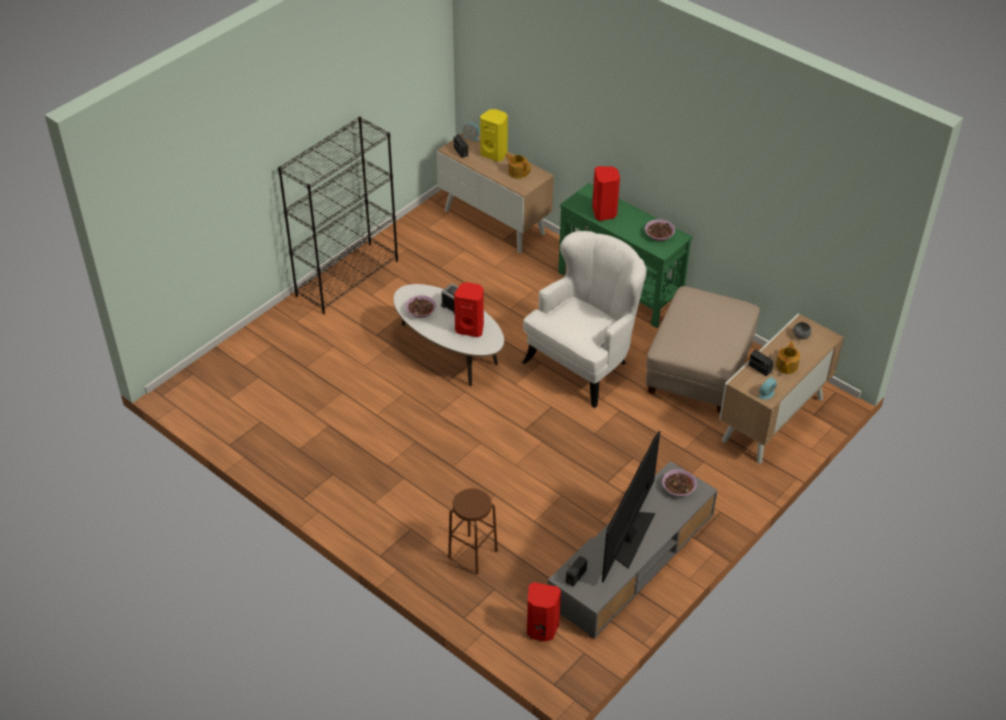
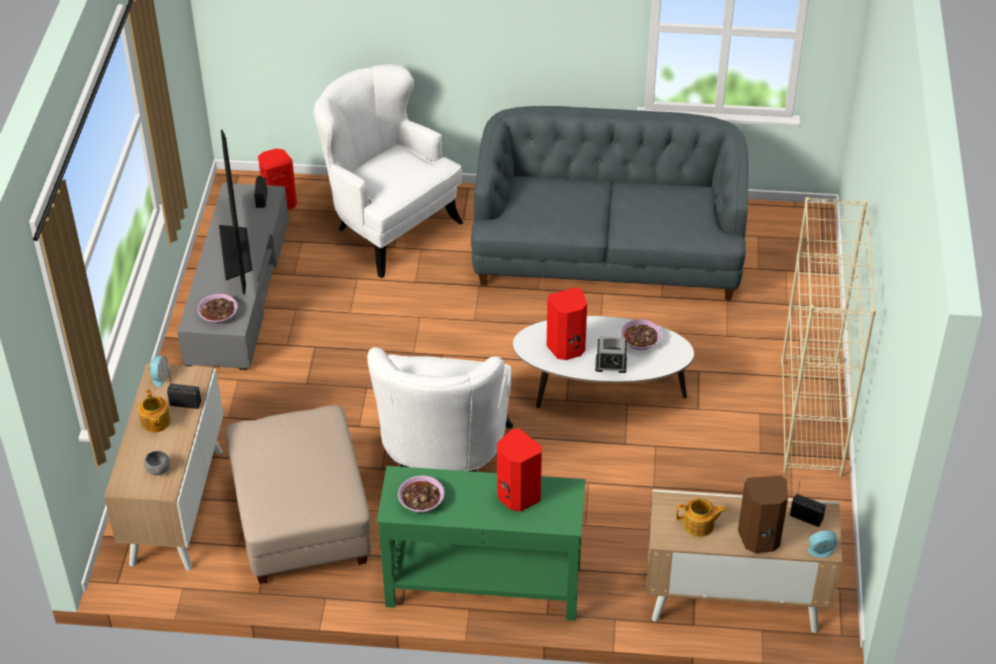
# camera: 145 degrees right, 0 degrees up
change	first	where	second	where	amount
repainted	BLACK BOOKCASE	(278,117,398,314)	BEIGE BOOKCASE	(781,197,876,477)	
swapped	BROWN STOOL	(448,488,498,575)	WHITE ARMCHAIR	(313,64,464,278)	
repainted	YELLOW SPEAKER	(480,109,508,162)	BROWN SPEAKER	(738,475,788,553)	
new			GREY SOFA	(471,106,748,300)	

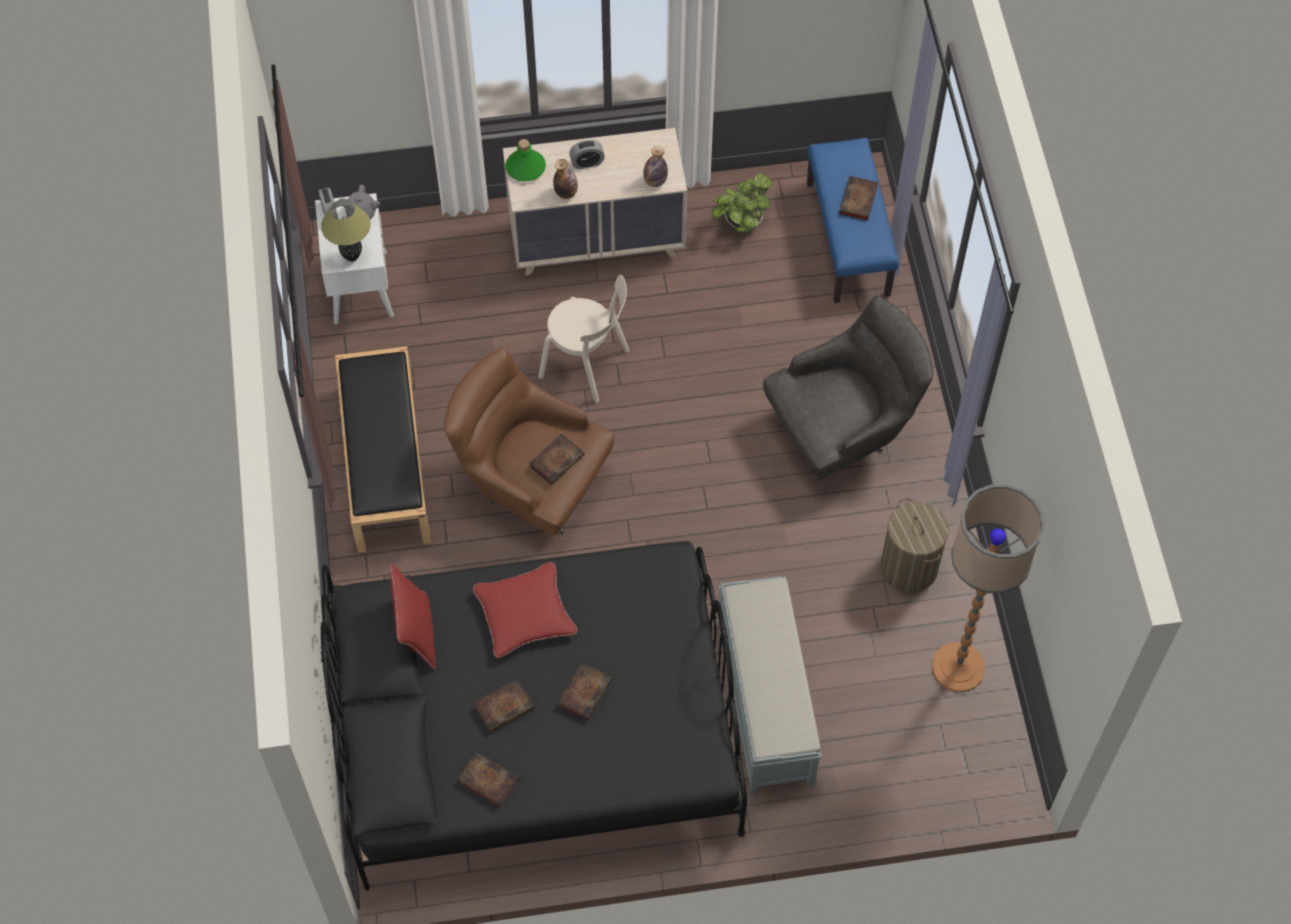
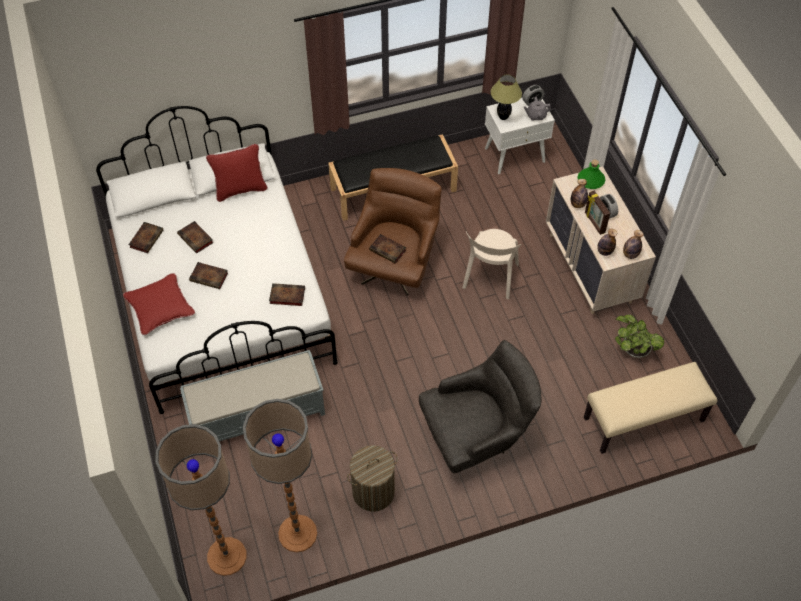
# camera: 80 degrees right, 5 degrees down
change	first	where	second	where	amount
repainted	BLACK BED	(321,541,747,891)	WHITE BED	(96,106,338,414)	
shifted	RED PILLOW	(473,562,578,658)		(123,273,195,335)	
rotated	GREY ARMCHAIR	(763,295,933,481)		(419,340,541,473)	75 degrees counterclockwise
repainted	BLUE BENCH	(807,138,899,303)	BEIGE BENCH	(584,362,717,454)	
shifted	BOOK	(839,176,878,221)		(269,283,305,306)	
new			FLOOR LAMP	(155,424,247,576)	
new			PICTURE FRAME	(585,190,610,235)	
new			BOTTLE	(623,230,644,259)	

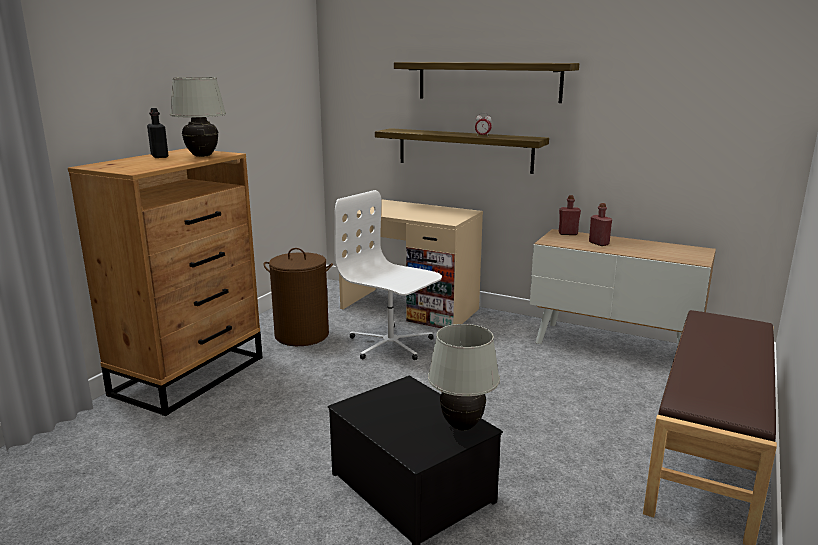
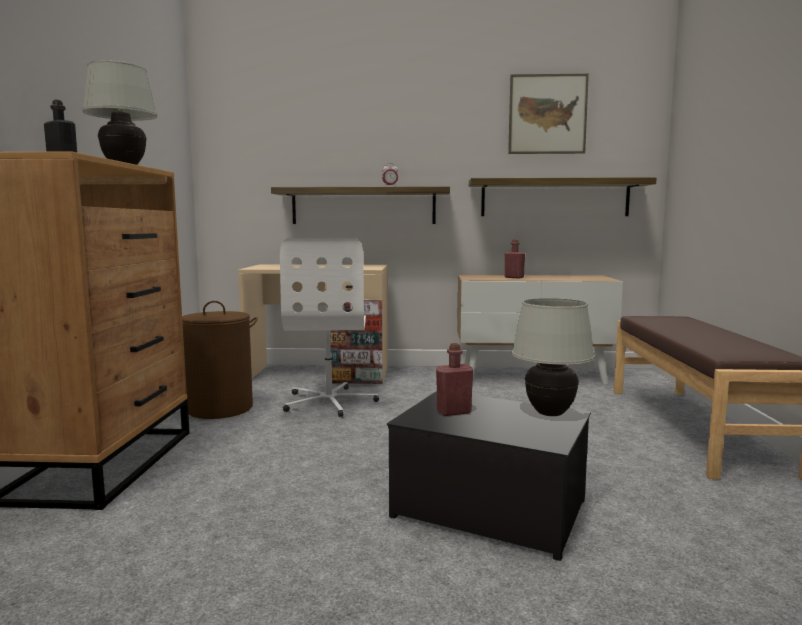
# camera: 25 degrees left, 10 degrees down
change	first	where	second	where	amount
rotated	WHITE OFFICE CHAIR	(334,190,442,360)		(280,238,379,417)	105 degrees counterclockwise
shifted	SHELF	(394,62,579,103)		(469,177,656,216)	
shifted	RED BOTTLE	(559,195,581,235)		(436,343,473,416)	
new			PICTURE	(508,74,589,154)	

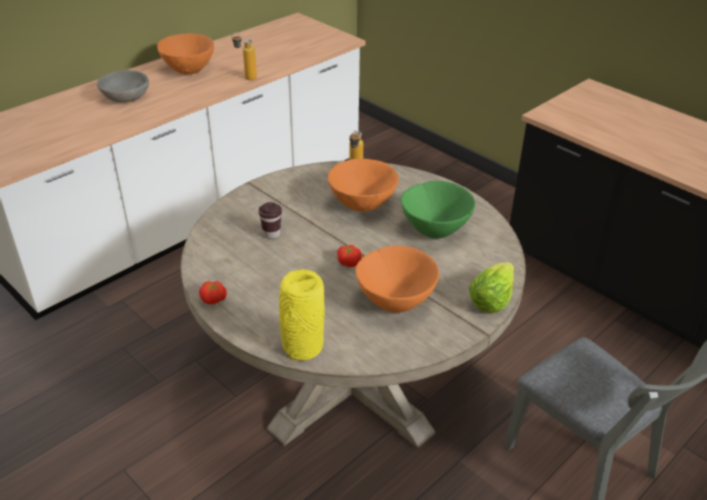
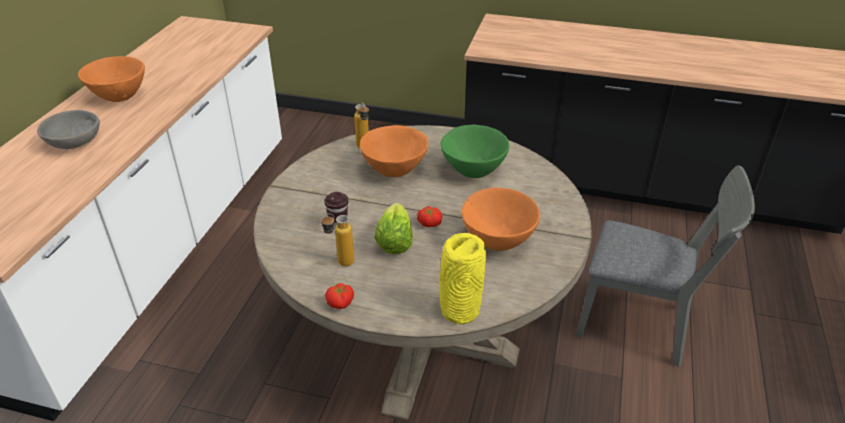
# camera: 30 degrees left, 0 degrees up
change	first	where	second	where	amount
shifted	BOTTLE	(231,33,257,80)		(321,214,354,266)	
shifted	LETTUCE	(469,262,514,313)		(374,203,413,254)	

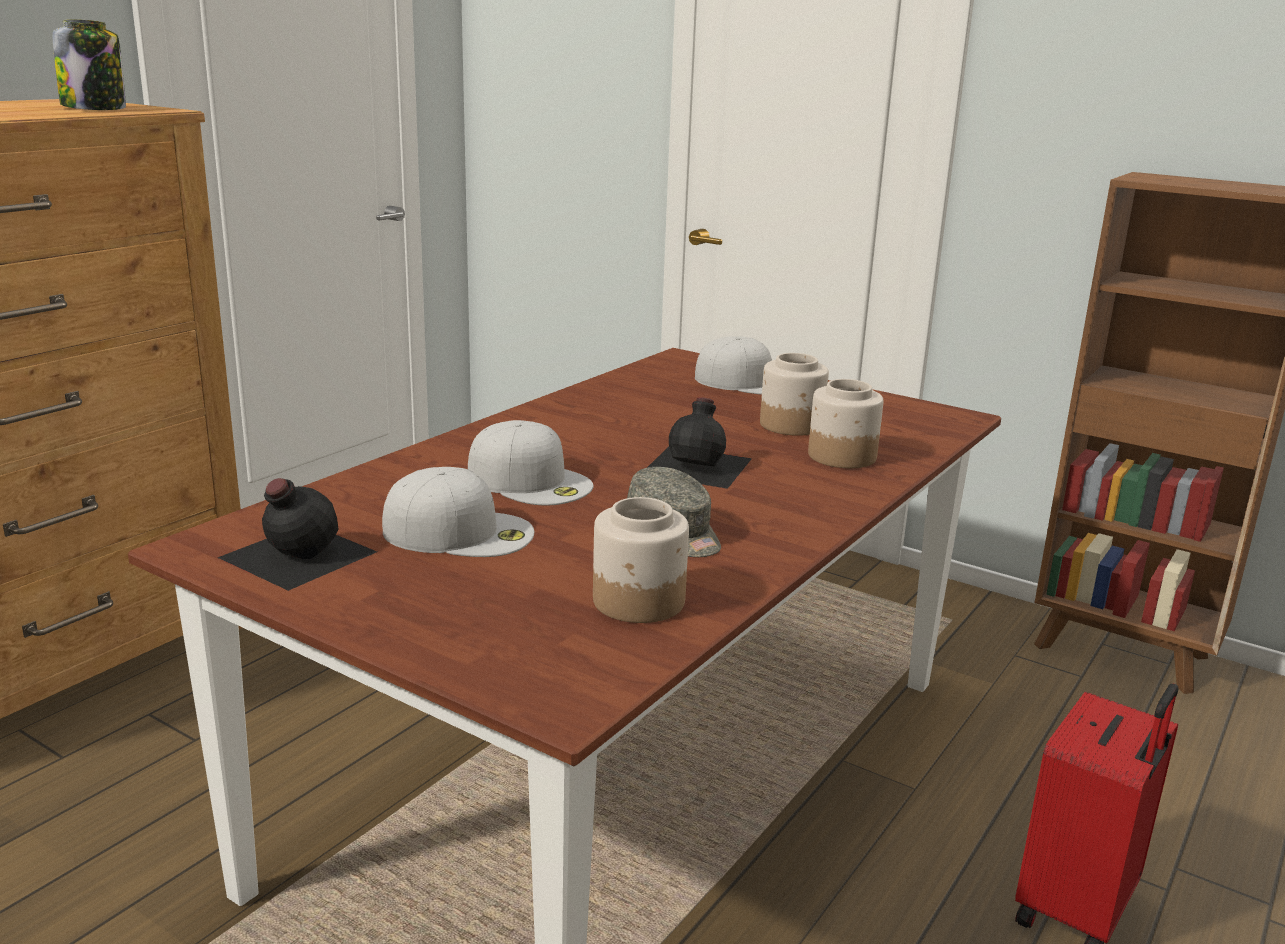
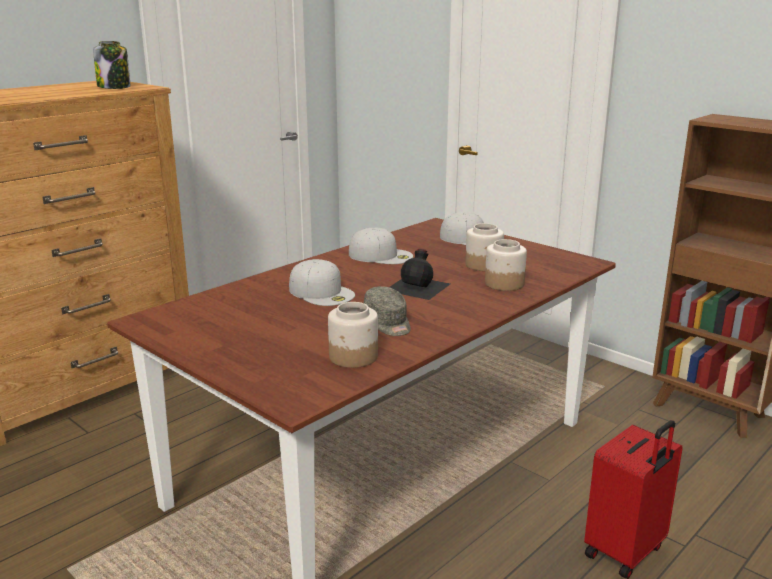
# camera: 10 degrees right, 0 degrees up
change	first	where	second	where	amount
gone	BLACK BOTTLE	(217,478,377,591)			
shifted	WHITE CAP	(382,467,534,557)		(349,228,413,264)	

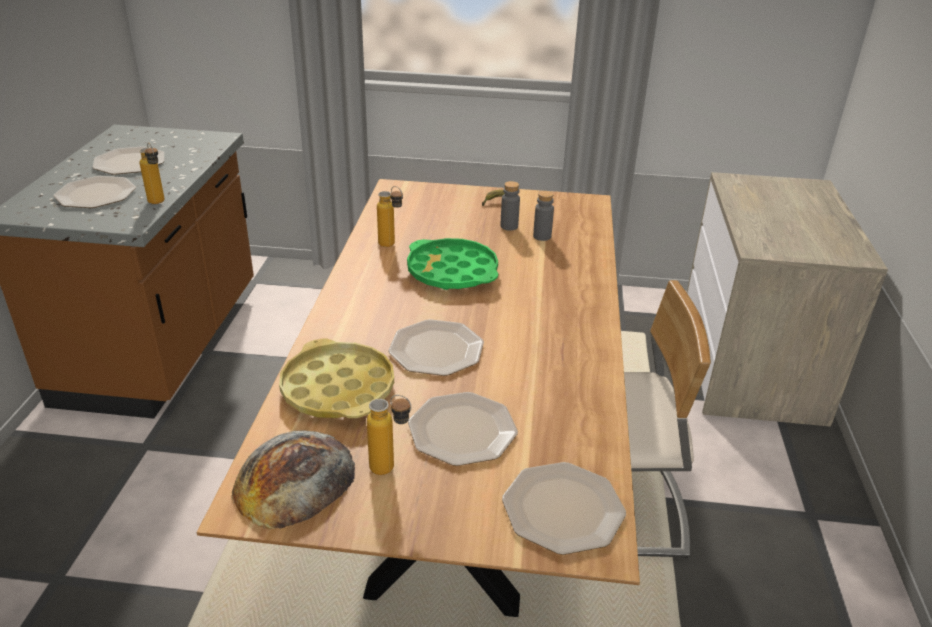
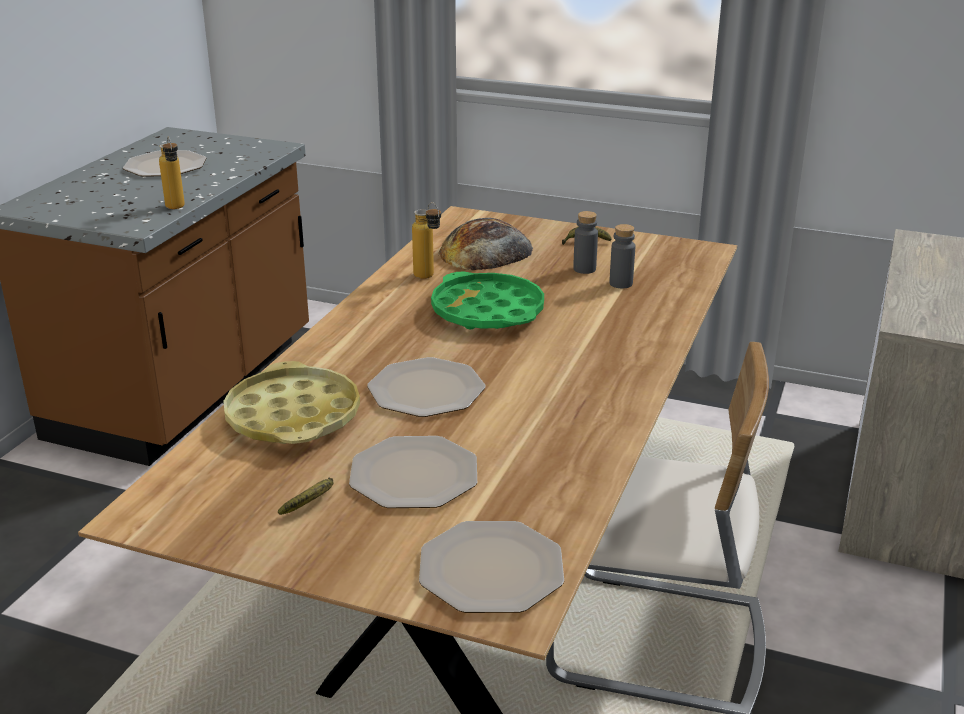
# camera: 15 degrees right, 5 degrees down
change	first	where	second	where	amount
gone	PLATE	(53,176,136,208)			
shifted	BREAD	(232,430,355,529)		(438,218,533,270)	
swapped	BOTTLE	(367,395,411,475)	BANANA	(278,478,334,515)	

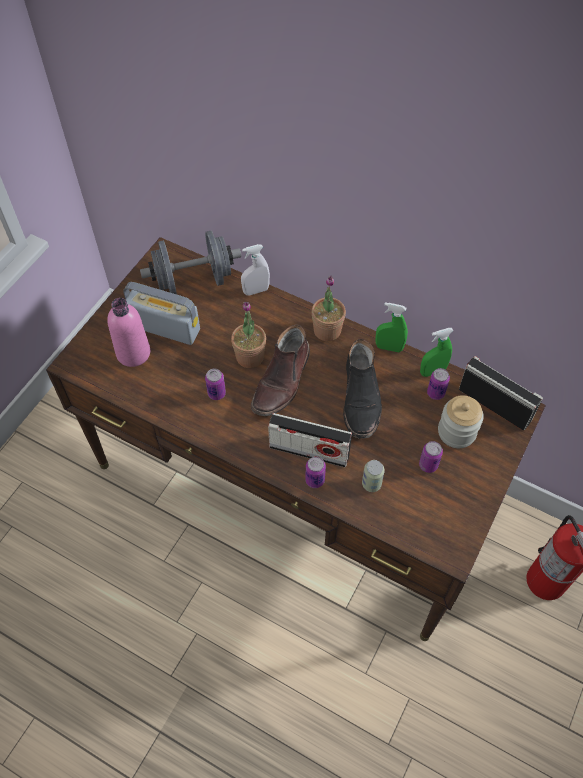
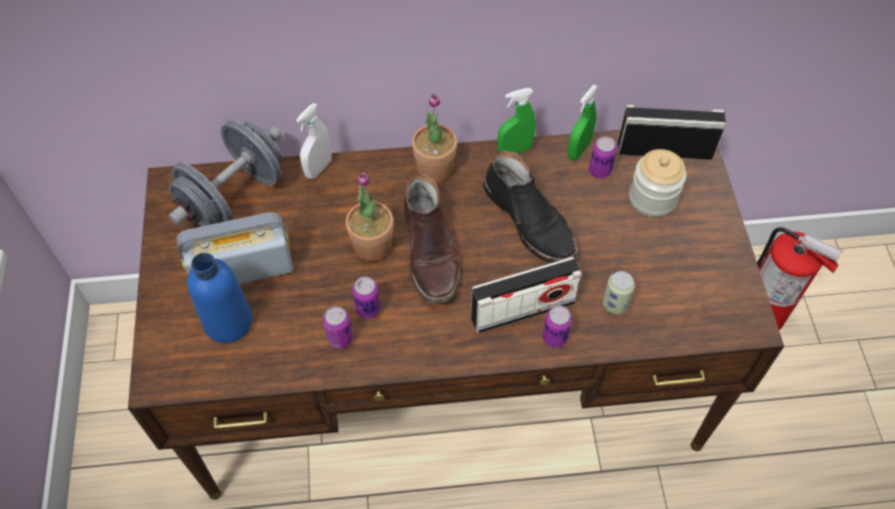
# camera: 35 degrees left, 0 degrees up
change	first	where	second	where	amount
repainted	PINK BOTTLE	(107,298,150,367)	BLUE BOTTLE	(187,253,252,343)	
shifted	CAN	(419,441,443,473)		(323,306,353,349)	

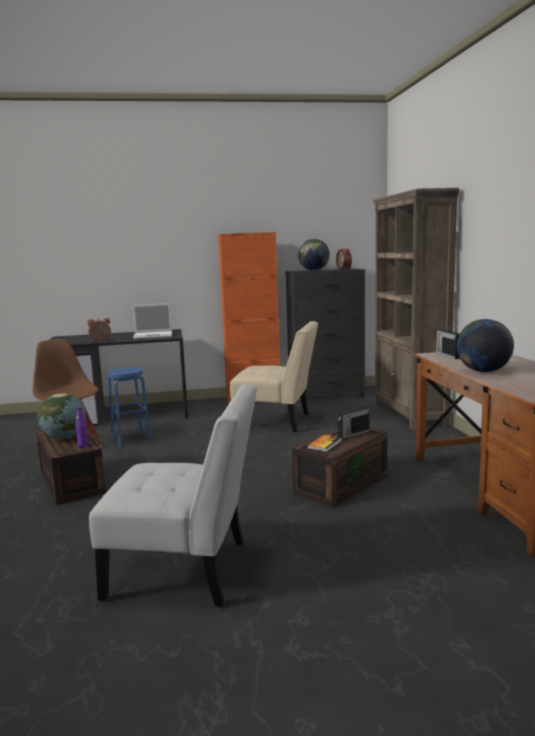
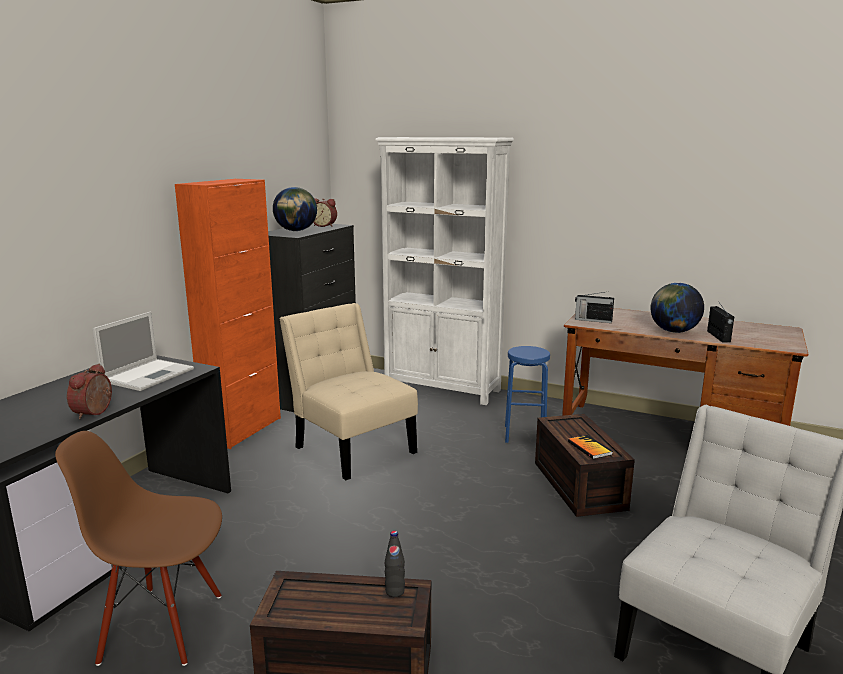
# camera: 55 degrees left, 5 degrees up
change	first	where	second	where	amount
gone	GLOBE	(37,393,86,440)			
repainted	PURPLE BOTTLE	(75,407,89,447)	BLACK BOTTLE	(385,531,405,597)	
shifted	BLUE STOOL	(108,367,151,447)		(505,346,550,443)	
rotated	BEIGE CHAIR	(230,321,318,432)		(280,303,418,480)	90 degrees counterclockwise
shifted	RADIO	(338,402,370,439)		(707,301,734,343)	
repainted	BROWN BOOKCASE	(373,188,459,430)	WHITE BOOKCASE	(375,137,514,405)	

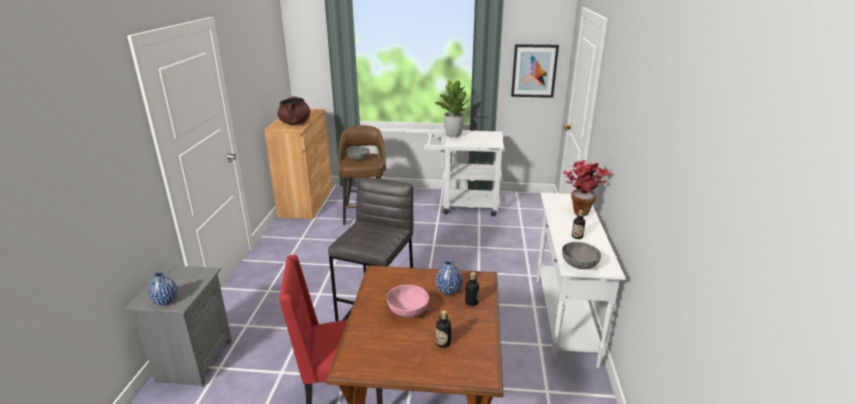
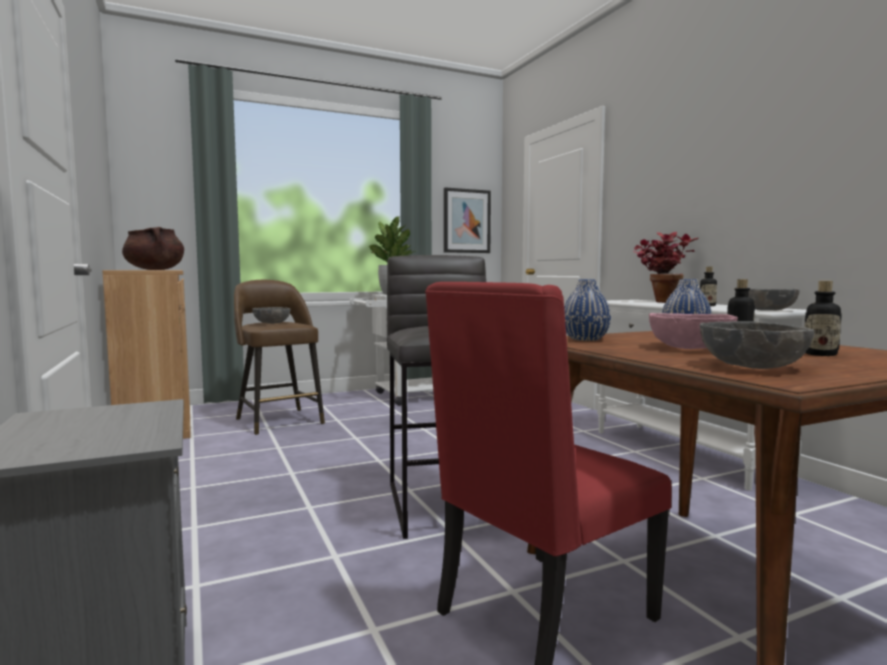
# camera: 30 degrees left, 20 degrees down
change	first	where	second	where	amount
shifted	BLUE VASE	(148,272,178,305)		(564,279,611,341)	
new			GREY BOWL	(700,321,814,369)	

